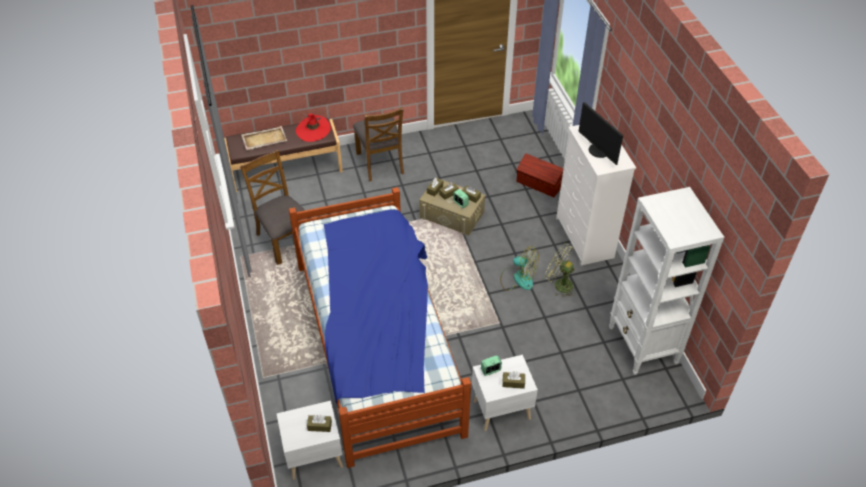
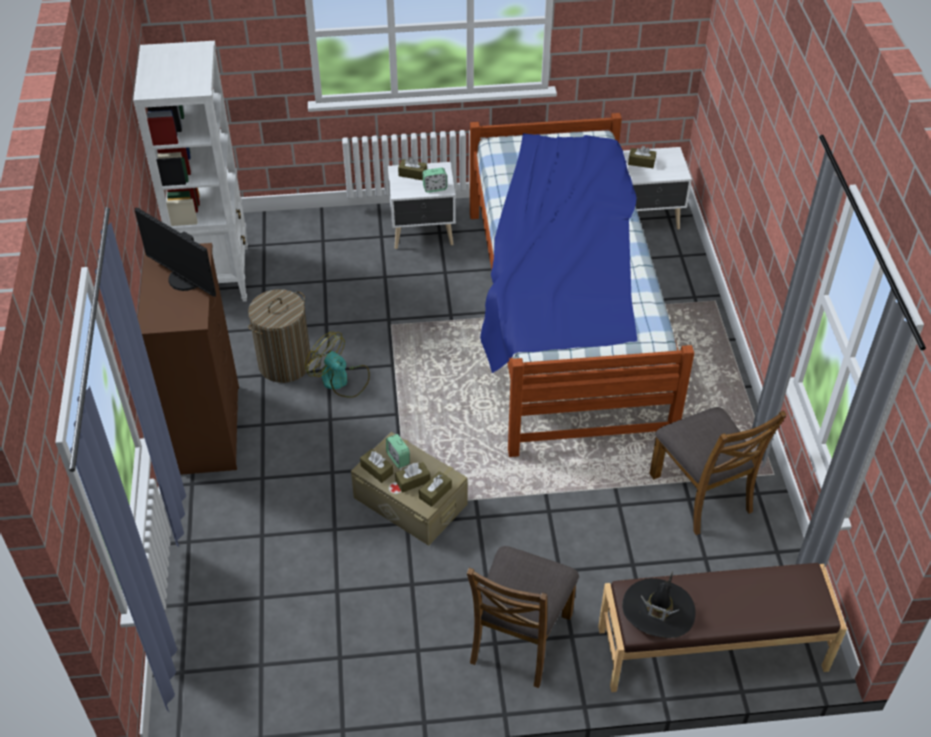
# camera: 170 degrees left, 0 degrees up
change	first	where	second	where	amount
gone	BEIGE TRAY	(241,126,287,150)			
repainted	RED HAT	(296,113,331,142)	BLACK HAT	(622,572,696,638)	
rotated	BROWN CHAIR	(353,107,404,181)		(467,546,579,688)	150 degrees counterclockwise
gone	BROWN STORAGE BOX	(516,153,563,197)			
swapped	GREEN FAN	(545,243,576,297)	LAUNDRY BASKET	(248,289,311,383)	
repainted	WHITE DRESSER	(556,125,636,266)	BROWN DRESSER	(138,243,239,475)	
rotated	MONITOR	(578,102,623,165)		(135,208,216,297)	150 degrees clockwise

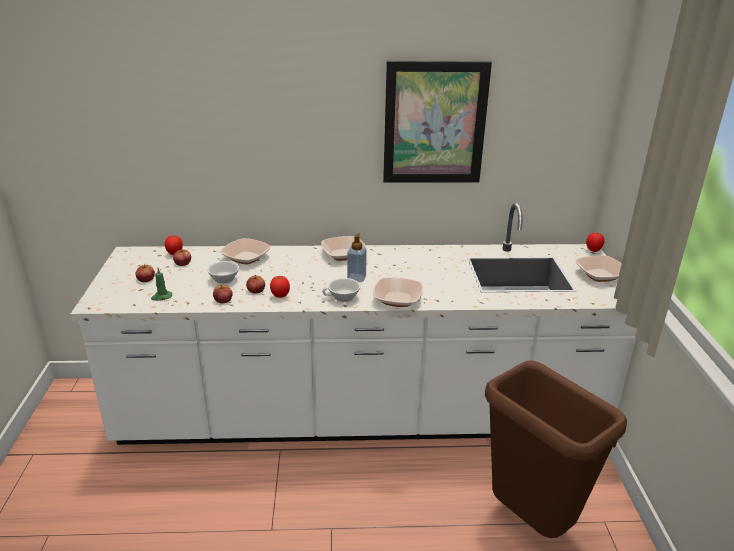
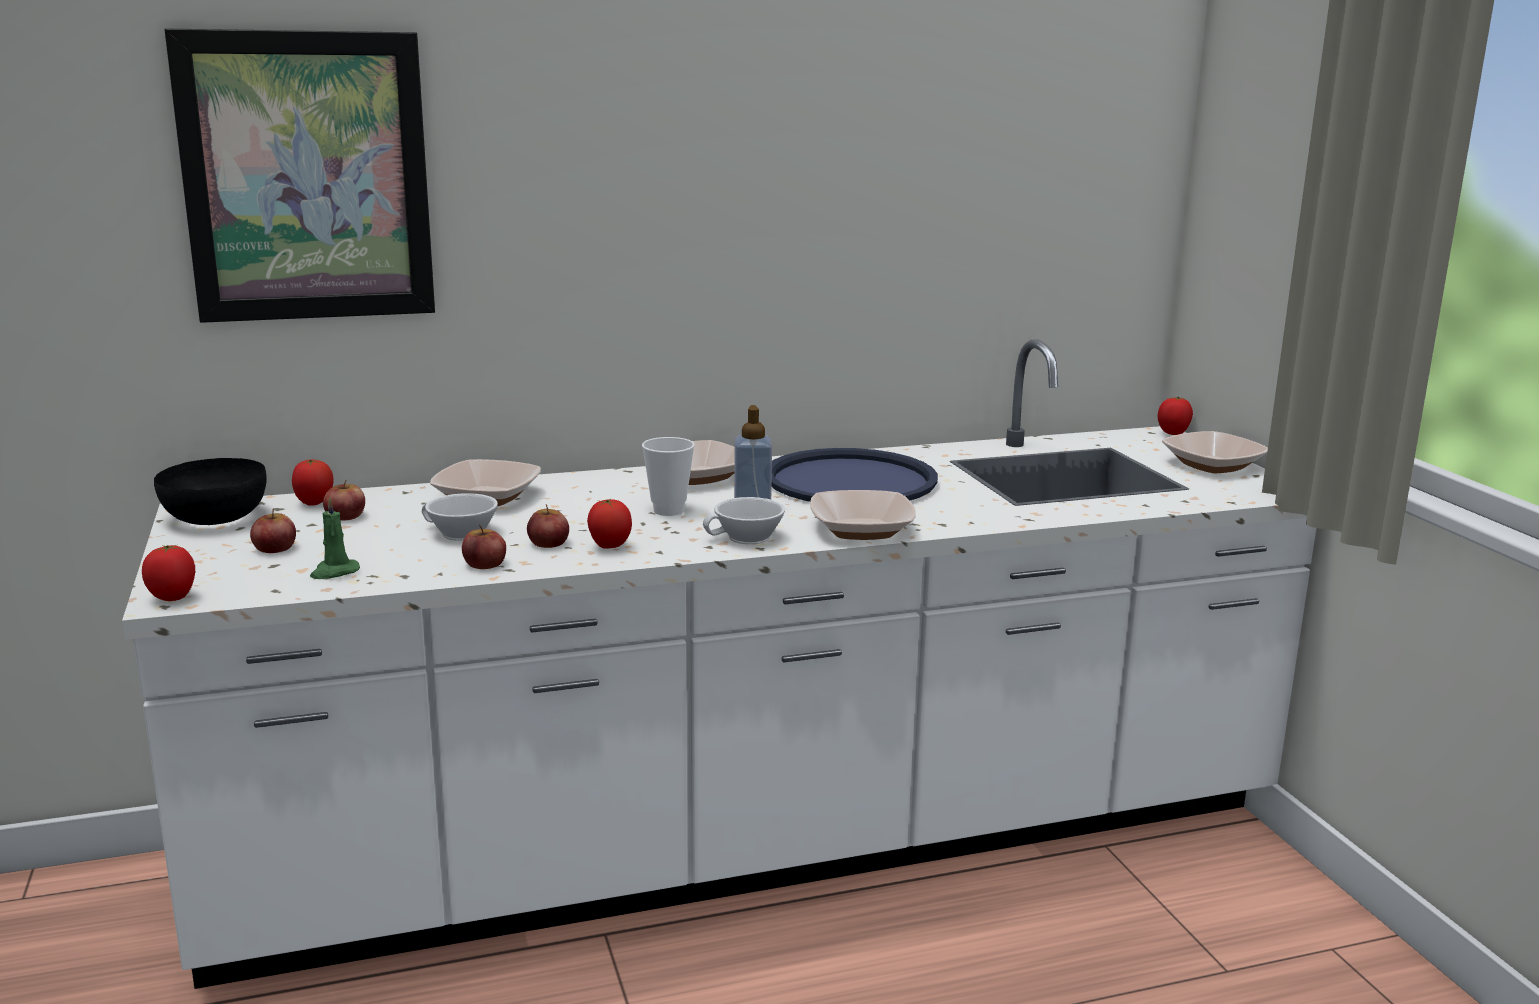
# camera: 15 degrees left, 10 degrees down
change	first	where	second	where	amount
shifted	PICTURE	(383,61,492,183)		(164,28,435,323)	
gone	BROWN TRASH CAN	(485,360,627,538)			
new			TOMATO	(142,545,195,601)	
new			BLACK BOWL	(154,458,267,525)	
new			CUP	(642,437,694,516)	
new			BLUE TRAY	(772,448,938,502)	

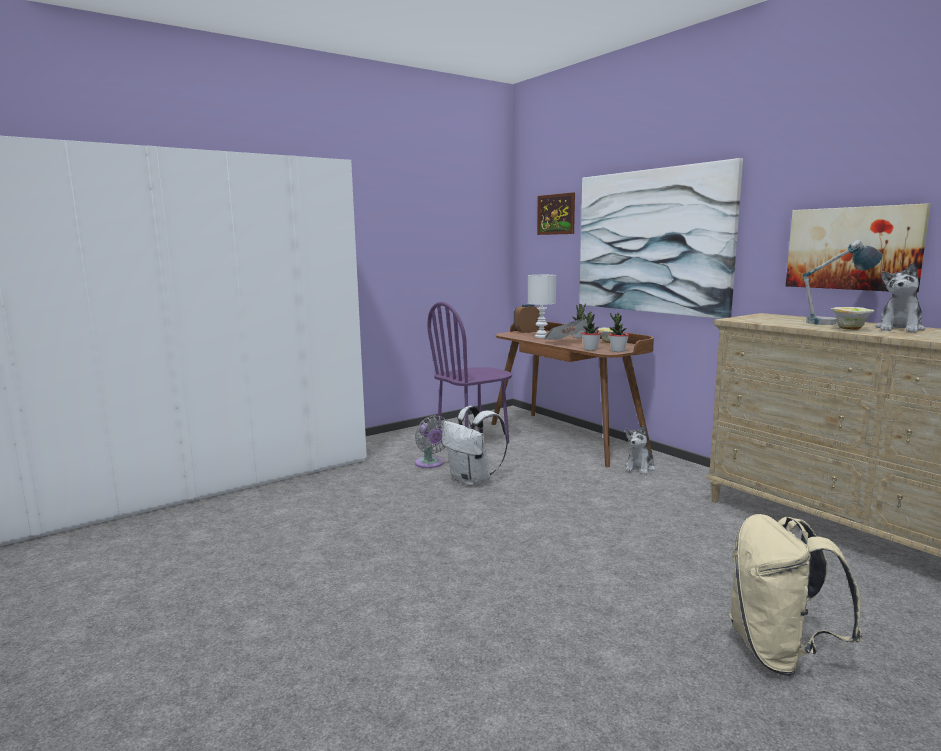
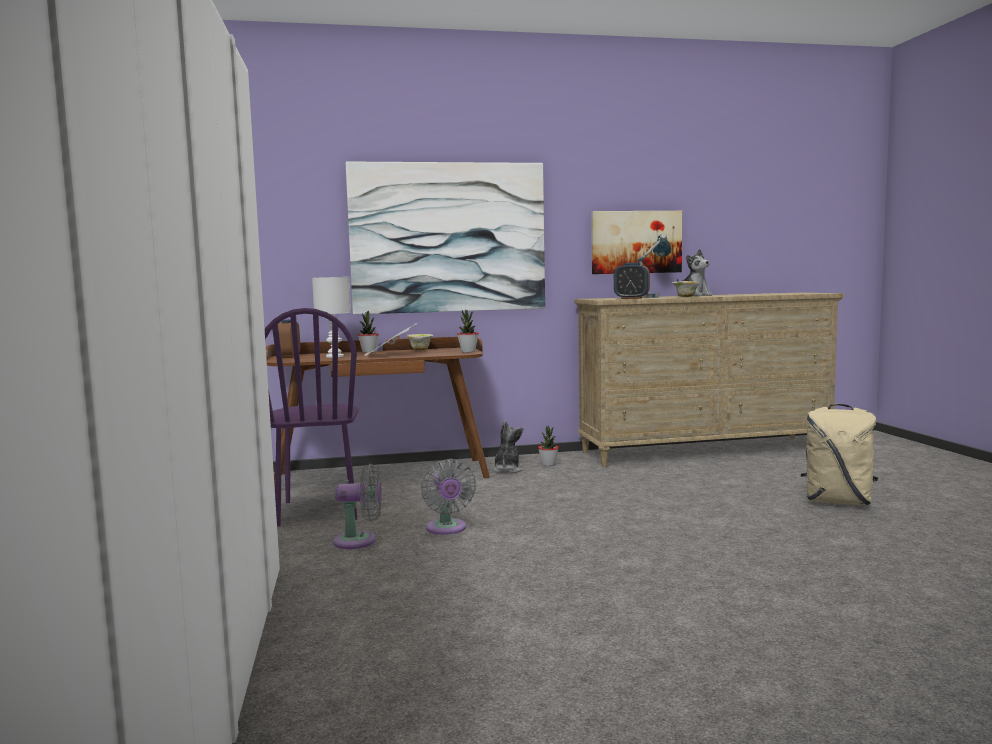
# camera: 65 degrees left, 5 degrees down
change	first	where	second	where	amount
swapped	WHITE BACKPACK	(442,406,508,486)	GREY FAN	(421,459,476,535)	
gone	PICTURE	(537,192,575,235)			
shifted	POTTED PLANT	(581,312,601,351)		(538,426,559,466)	
rotated	PLUSH TOY	(625,425,655,475)		(492,421,523,473)	135 degrees counterclockwise
new			ALARM CLOCK	(614,263,650,299)	

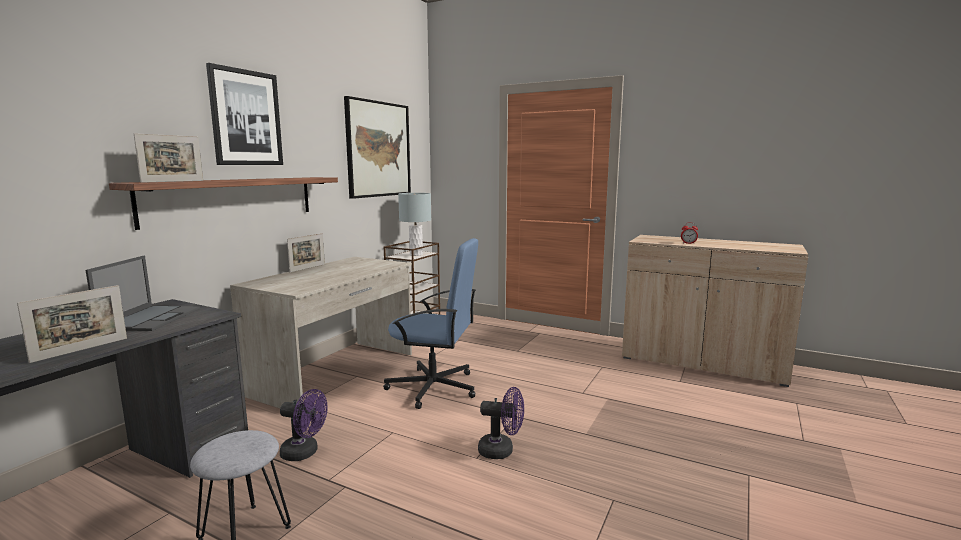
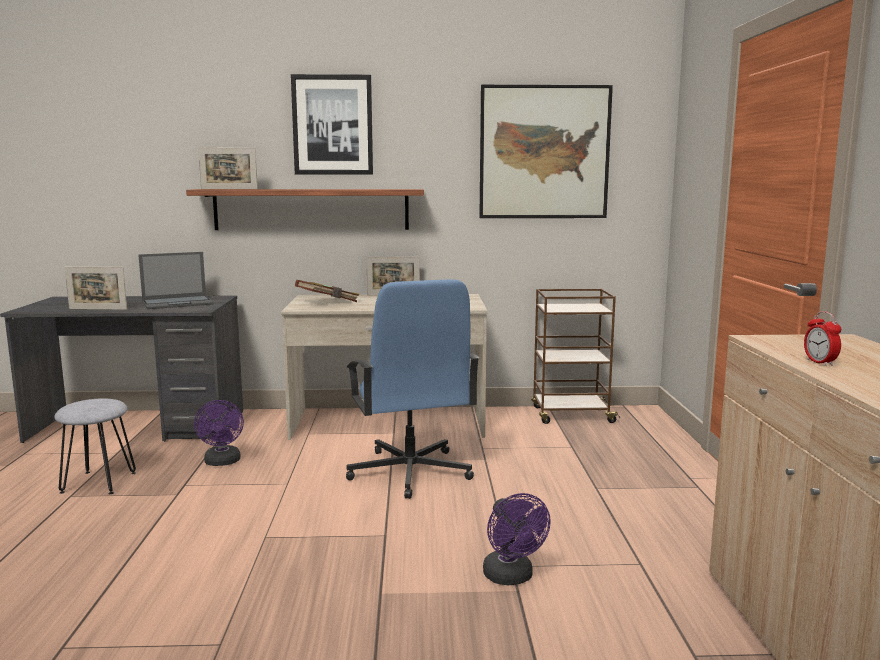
# camera: 60 degrees right, 0 degrees up
change	first	where	second	where	amount
gone	GREY TABLE LAMP	(398,193,431,256)			
shifted	PURPLE FAN	(478,387,524,459)		(483,493,551,585)	
new			BROWN BOOK	(295,280,359,302)	

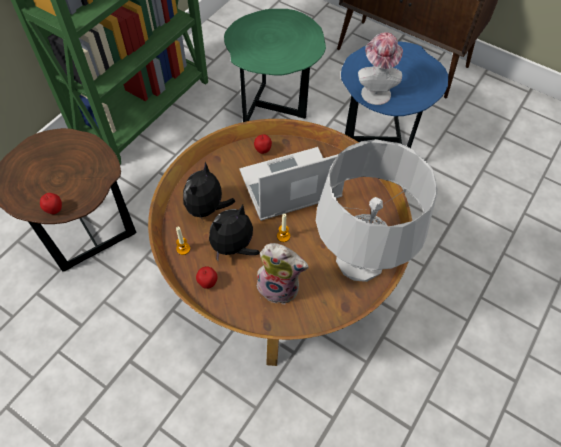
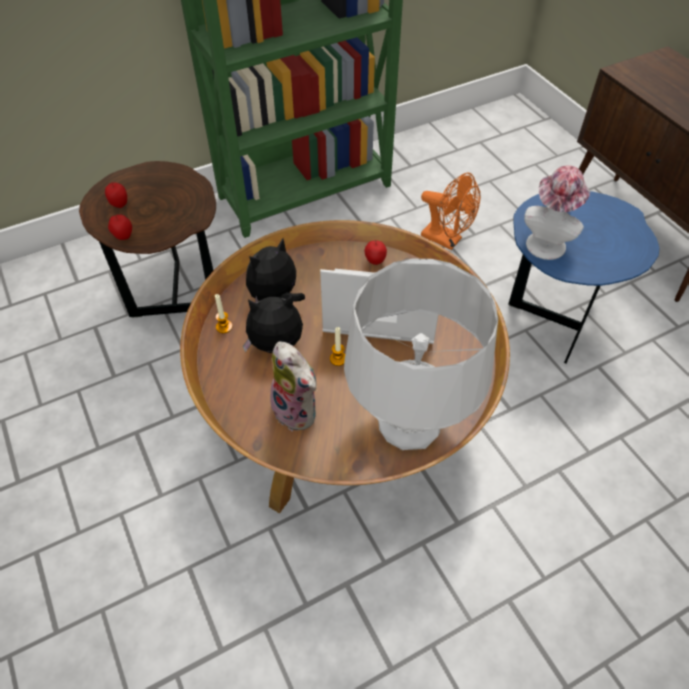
# camera: 30 degrees right, 5 degrees down
change	first	where	second	where	amount
shifted	APPLE	(196,266,218,289)		(105,182,127,208)	
swapped	GREEN SIDE TABLE	(224,9,326,122)	ORANGE FAN	(421,173,480,250)	

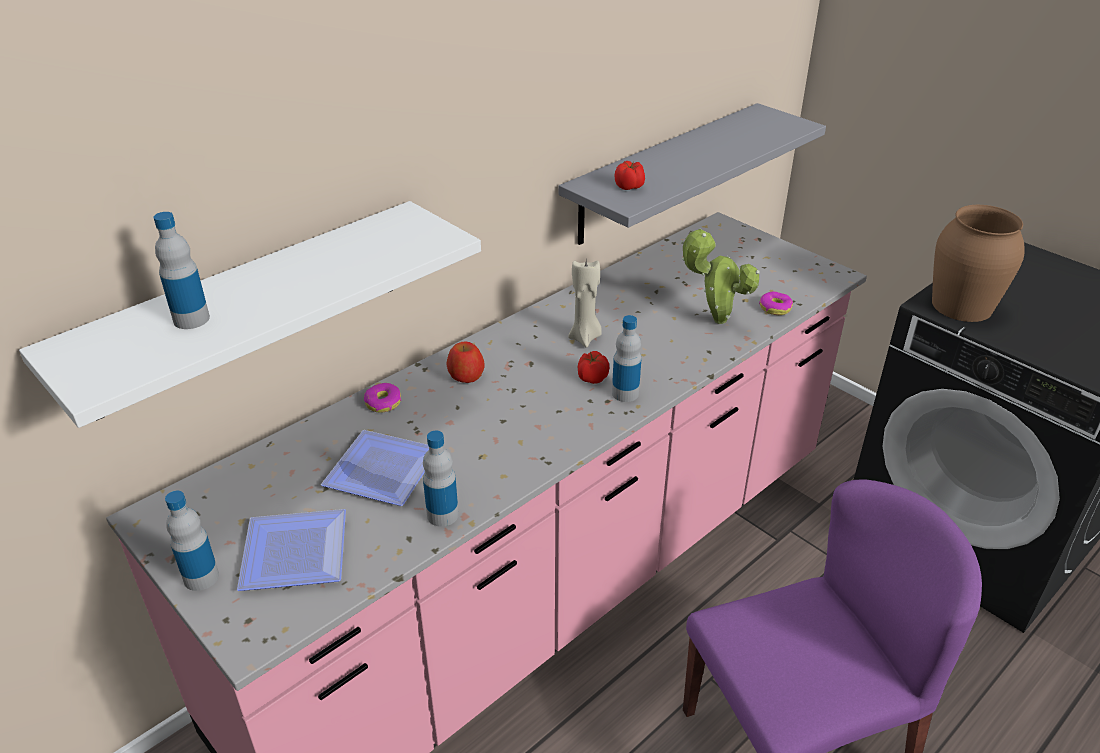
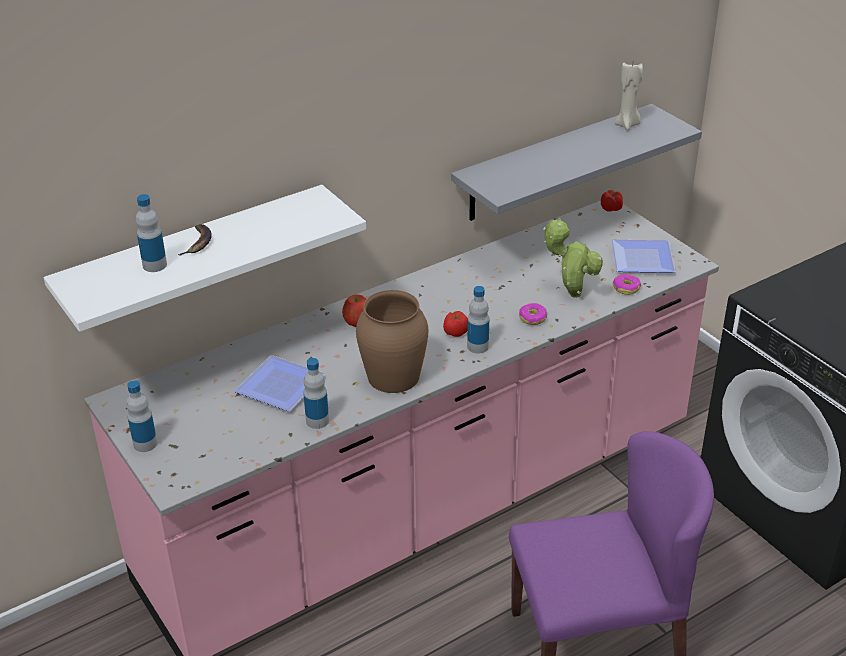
# camera: 10 degrees right, 0 degrees up
change	first	where	second	where	amount
shifted	PLATE	(237,509,346,591)		(612,240,676,273)	
shifted	DONUT	(364,383,401,412)		(519,303,547,325)	
shifted	BEIGE CANDLE	(568,259,602,348)		(615,62,643,131)	
shifted	TOMATO	(615,161,645,190)		(601,190,623,212)	
shifted	BROWN VASE	(932,205,1025,322)		(356,290,428,393)	
new			BANANA	(178,224,212,256)	

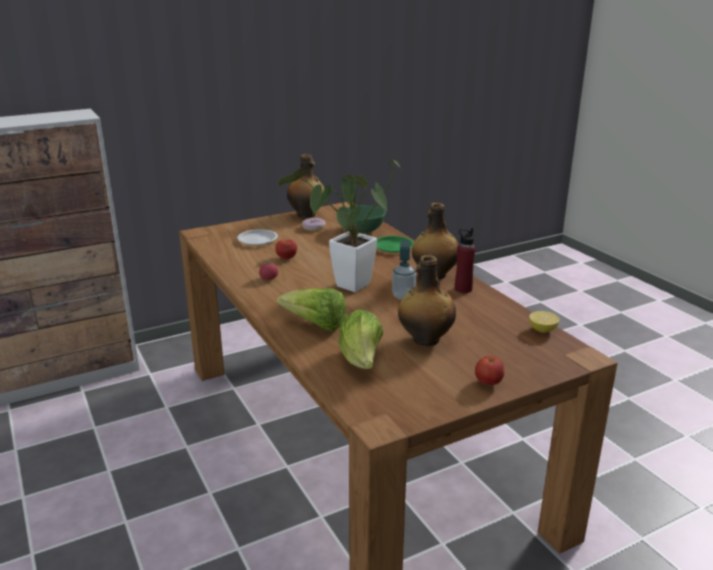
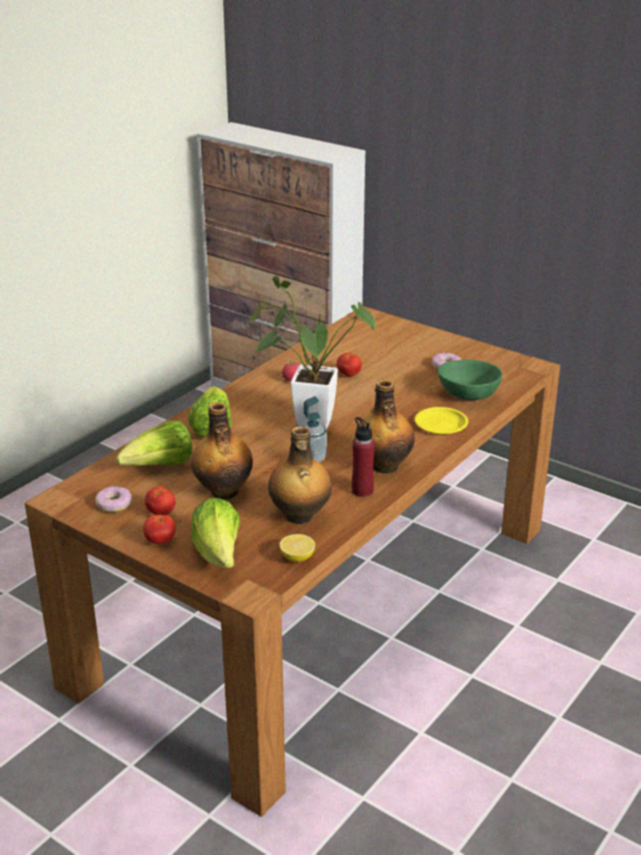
# camera: 65 degrees right, 5 degrees up
change	first	where	second	where	amount
gone	WHITE PLATE	(237,229,278,246)			
shifted	BOTTLE	(287,154,324,218)		(268,426,332,524)	
repainted	GREEN PLATE	(376,236,414,253)	YELLOW PLATE	(415,407,468,434)	
new			DONUT	(95,486,132,512)	
new			TOMATO	(145,486,176,515)	
new			LETTUCE	(191,498,240,568)	

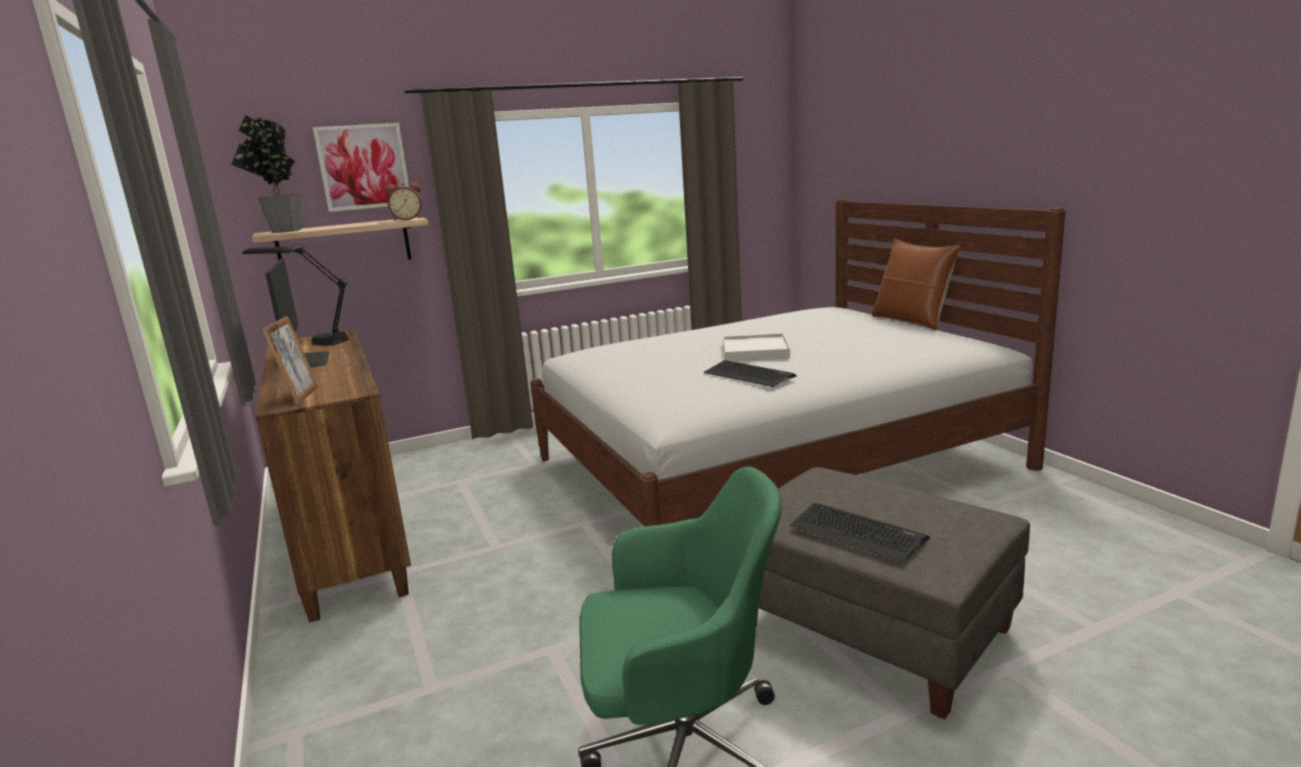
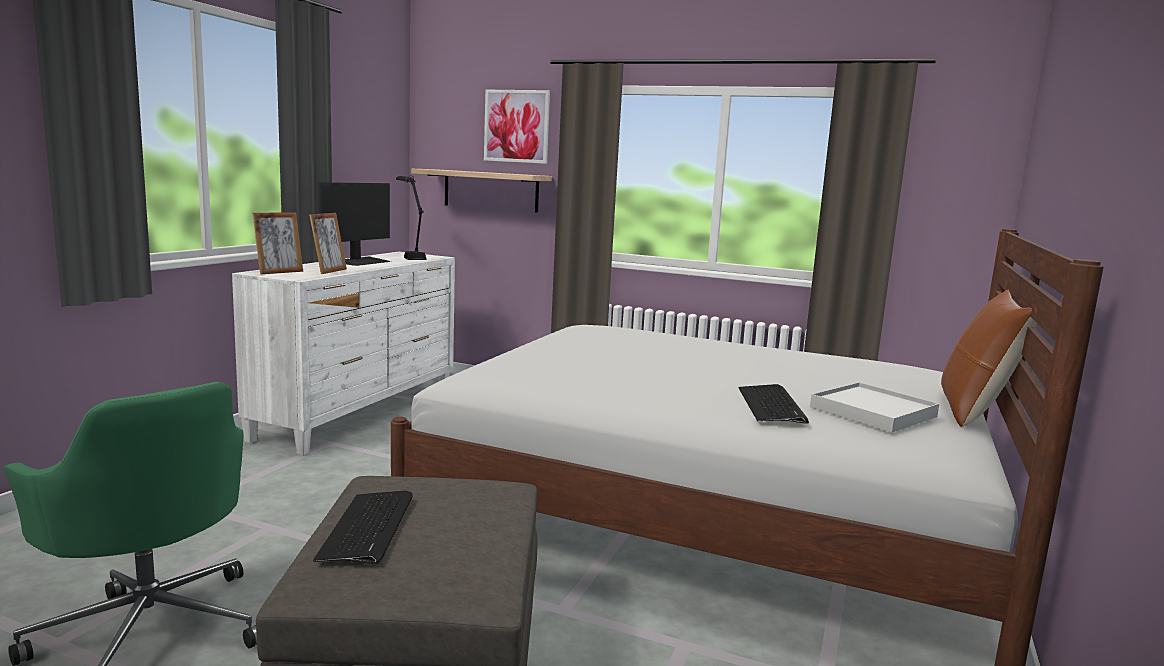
# camera: 45 degrees right, 5 degrees down
change	first	where	second	where	amount
gone	POTTED PLANT	(231,115,301,233)			
repainted	BROWN DRESSER	(256,330,411,622)	WHITE DRESSER	(232,252,455,456)	
gone	ALARM CLOCK	(385,182,422,221)			
shifted	KEYBOARD	(704,361,797,387)		(738,384,809,424)	
shifted	WHITE TRAY	(723,333,790,361)		(810,382,939,432)	
new			PICTURE FRAME	(309,213,347,274)	

